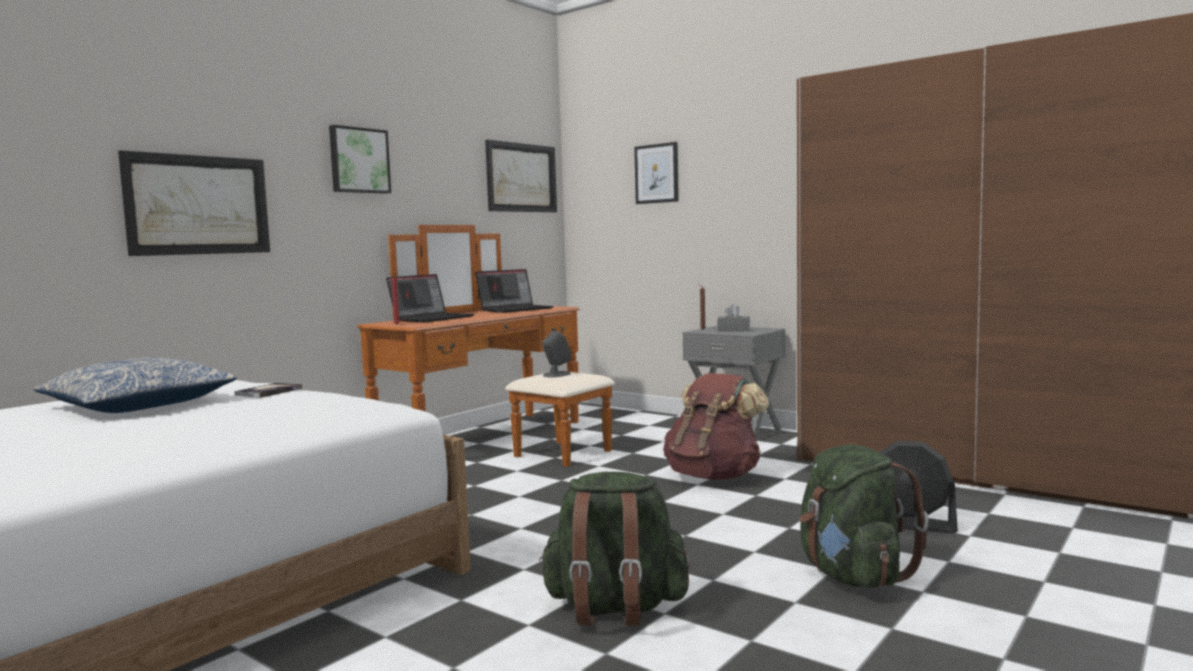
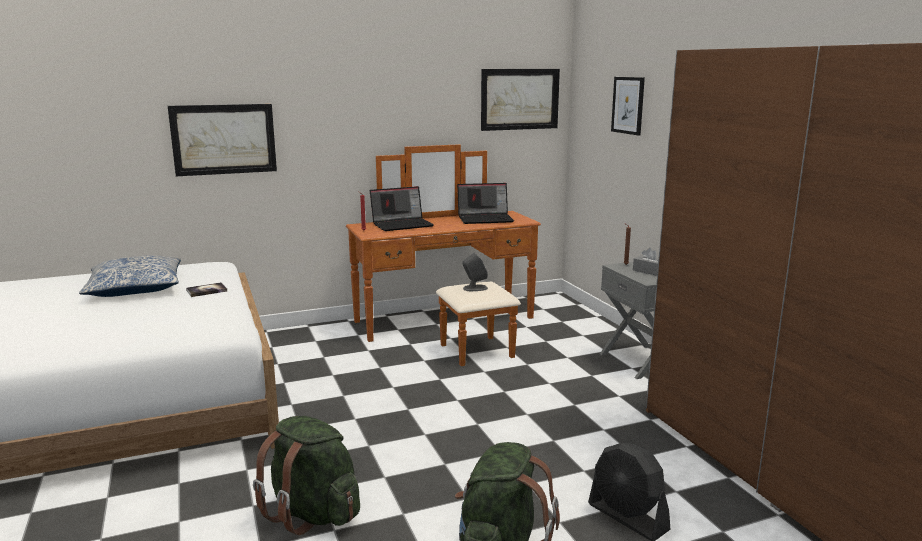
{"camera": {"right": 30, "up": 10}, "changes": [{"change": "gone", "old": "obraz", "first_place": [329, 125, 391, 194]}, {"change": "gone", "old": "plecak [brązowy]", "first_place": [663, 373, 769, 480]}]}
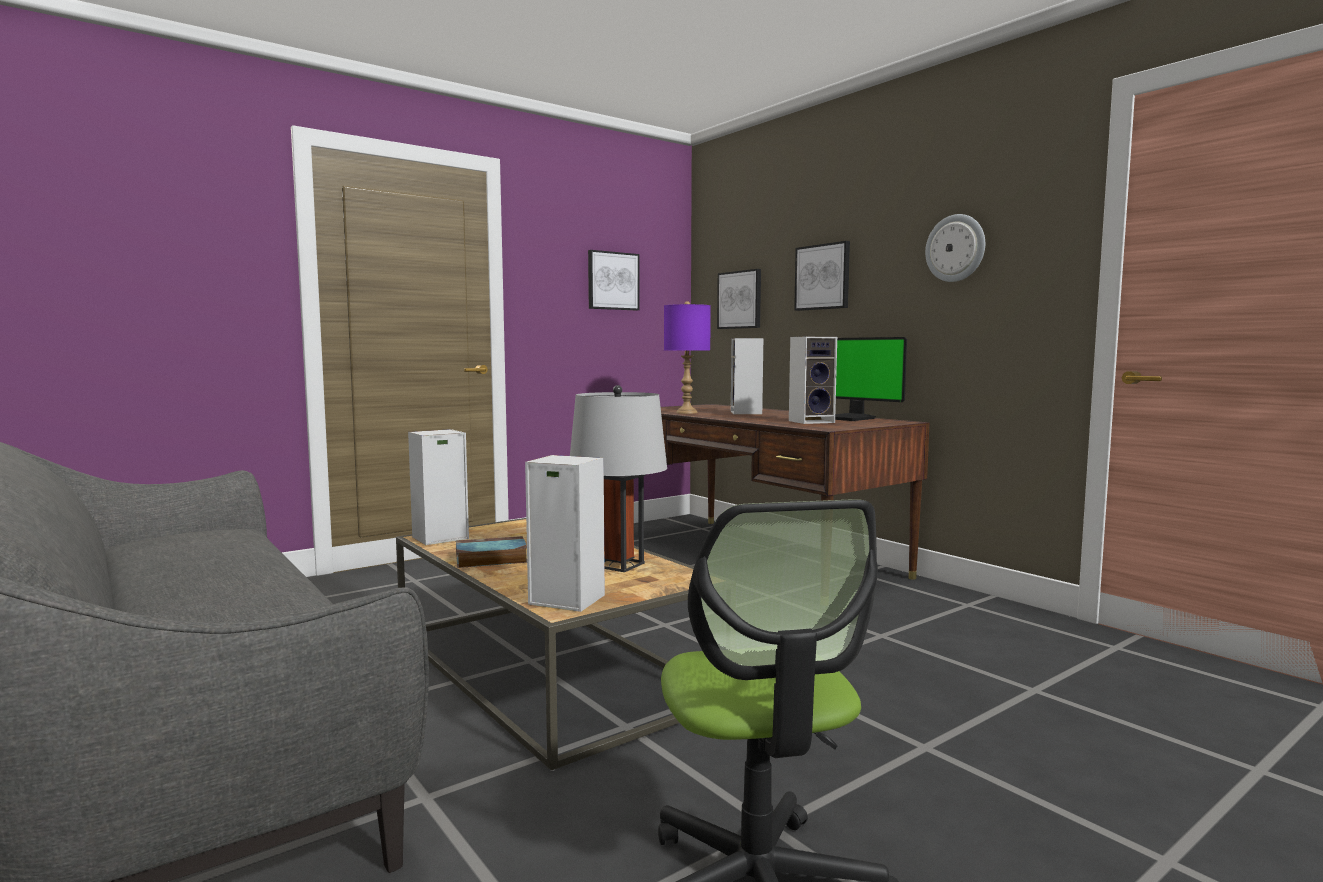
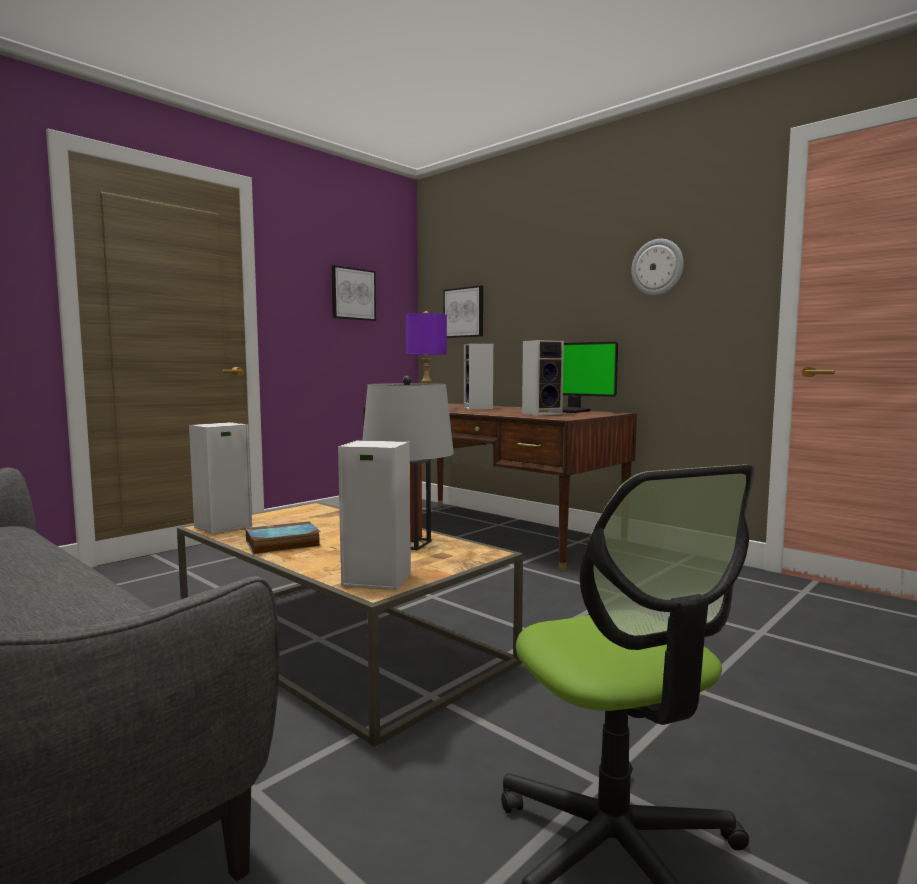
{"camera": {"right": -10, "up": 0}, "changes": [{"change": "gone", "old": "obraz", "first_place": [794, 241, 850, 311]}]}
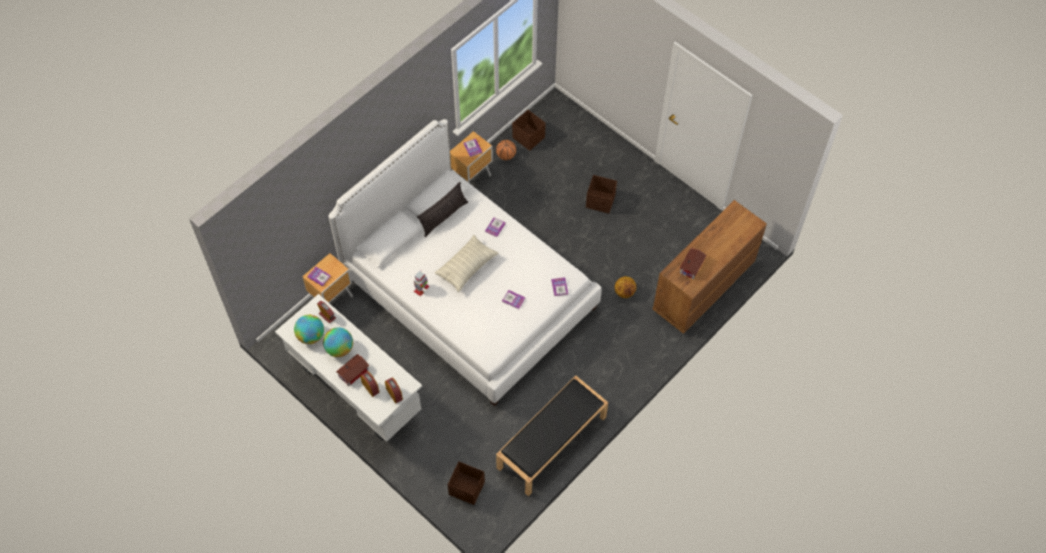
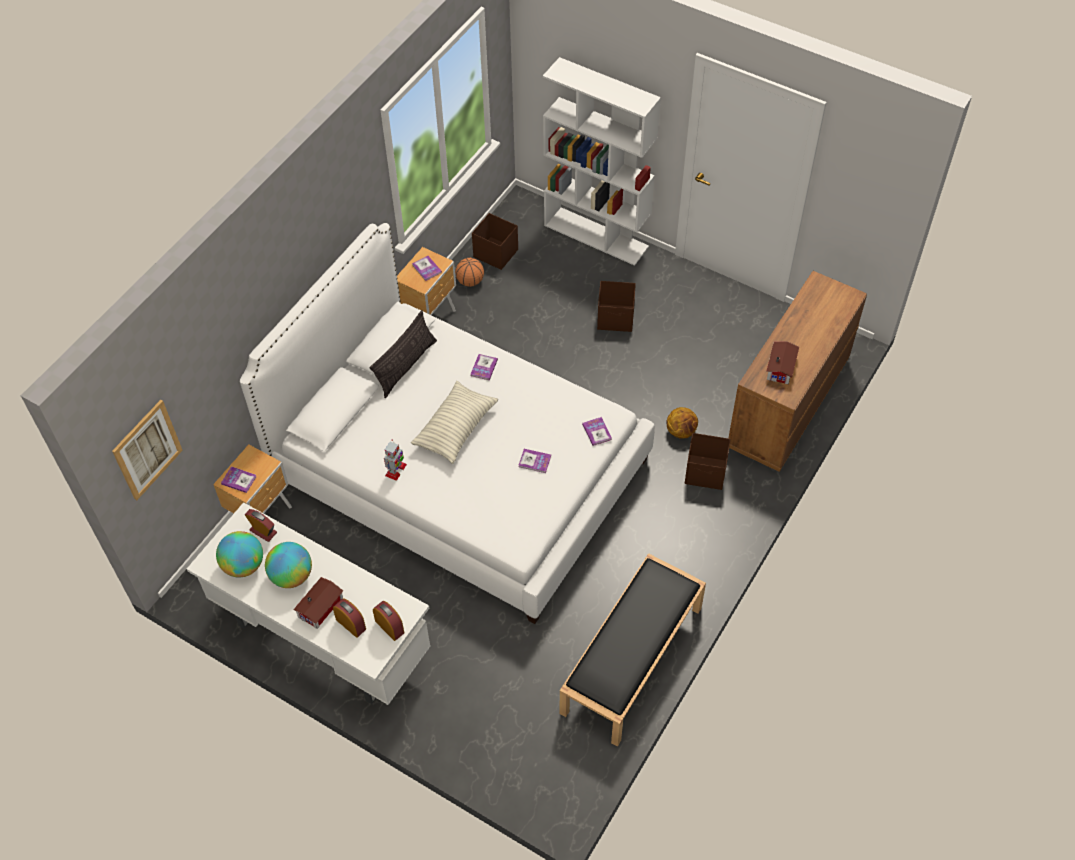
{"camera": {"right": -10, "up": -5}, "changes": [{"change": "shifted", "old": "pojemnik do przechowywania [brązowy]", "first_place": [448, 462, 485, 505], "second_place": [685, 433, 730, 490]}, {"change": "new", "new": "regał [biały]", "second_place": [543, 57, 661, 266]}, {"change": "new", "new": "obraz", "second_place": [112, 400, 183, 500]}]}
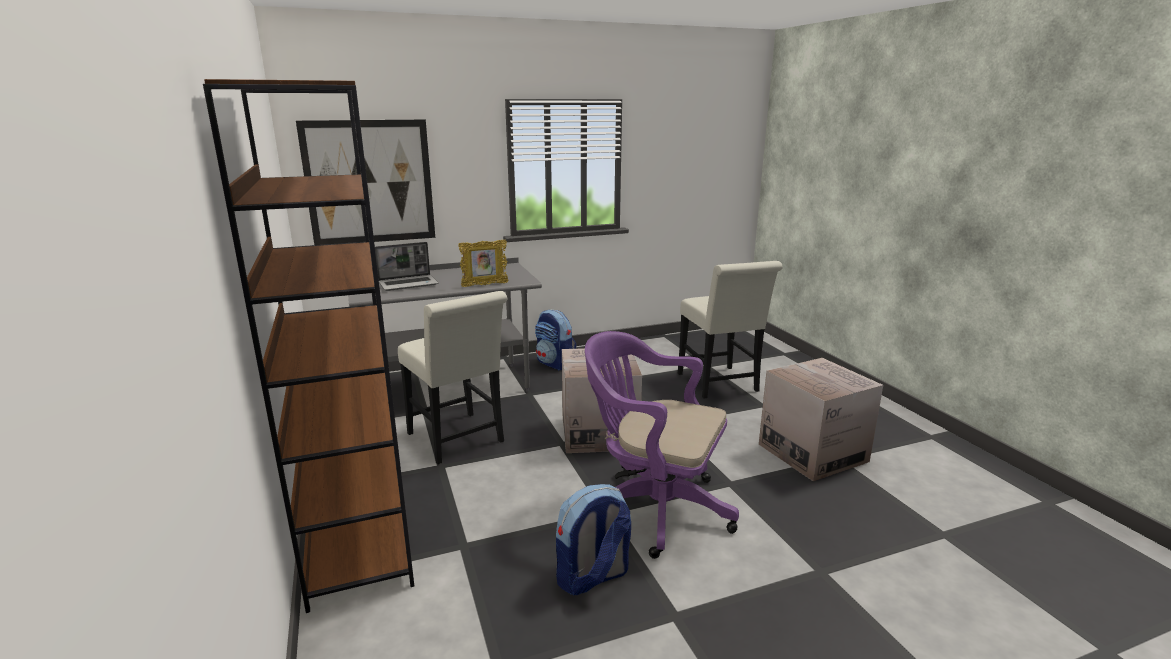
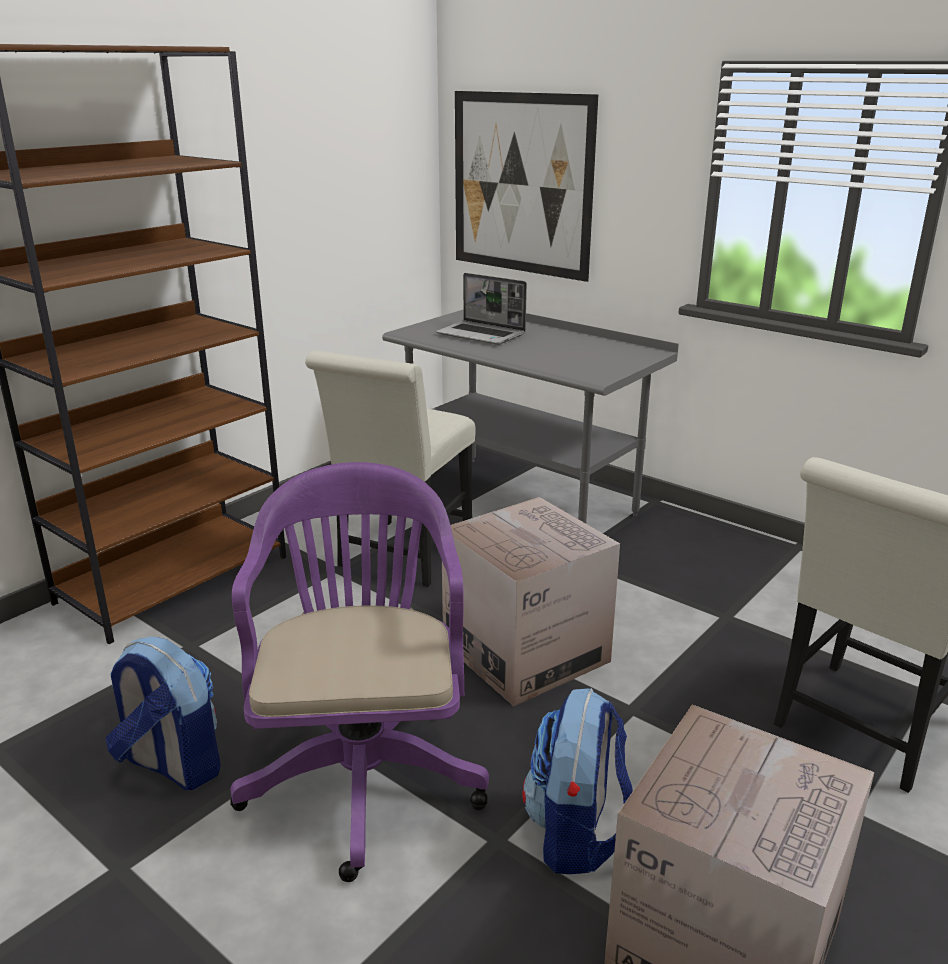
{"camera": {"right": 60, "up": 5}, "changes": [{"change": "gone", "old": "ramka na zdjęcie", "first_place": [458, 240, 508, 287]}, {"change": "shifted", "old": "plecak", "first_place": [535, 309, 576, 371], "second_place": [522, 688, 633, 874]}]}
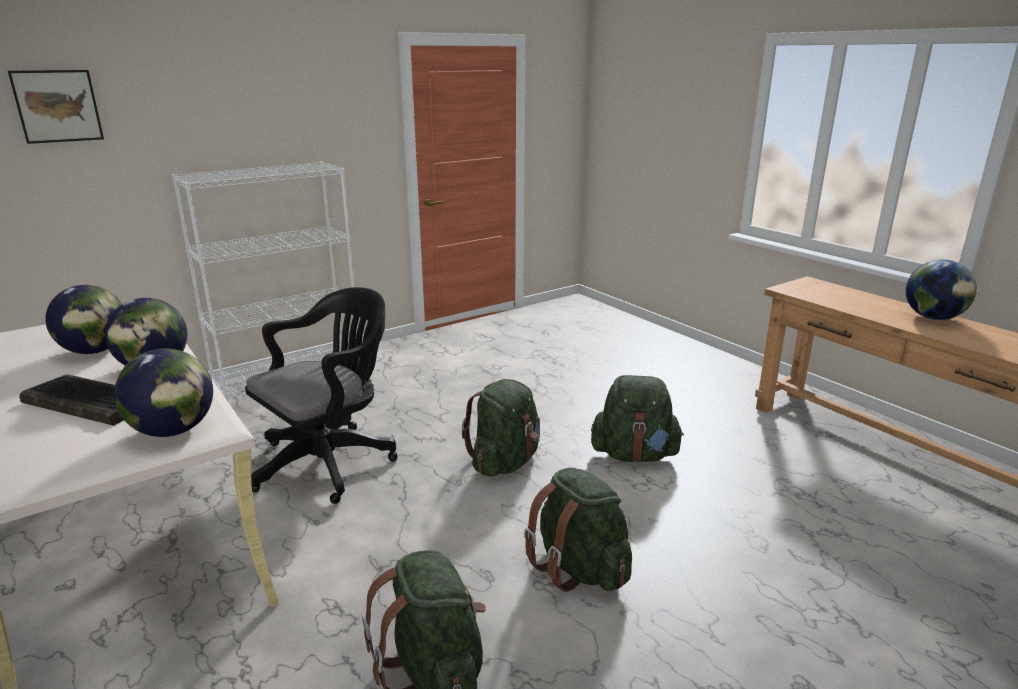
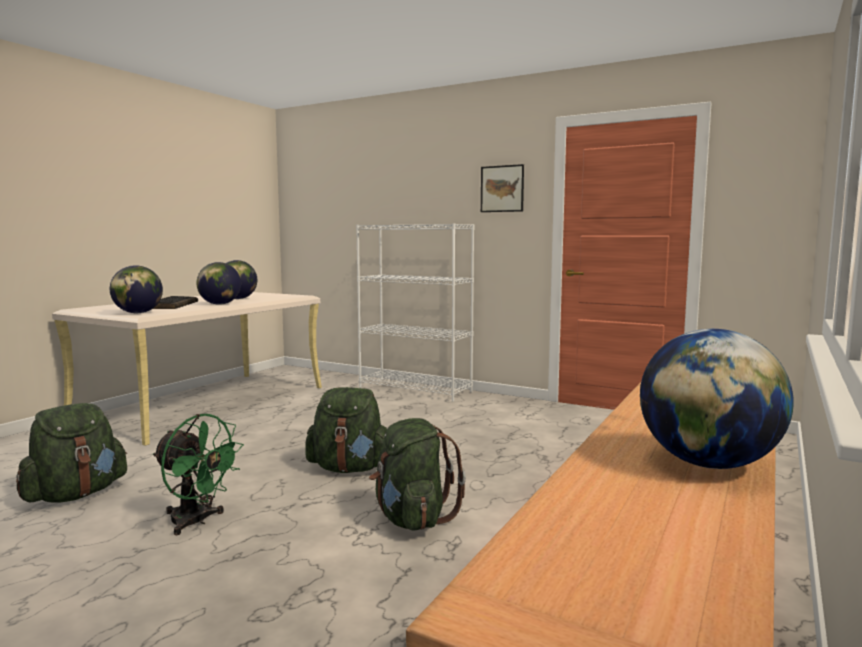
{"camera": {"right": 65, "up": -15}, "changes": [{"change": "shifted", "old": "obraz", "first_place": [8, 70, 104, 144], "second_place": [481, 164, 524, 212]}, {"change": "gone", "old": "krzesło biurowe [czarny]", "first_place": [245, 287, 398, 504]}, {"change": "swapped", "old": "plecak [zielony]", "new": "wentylator [zielony]", "first_place": [524, 468, 632, 592], "second_place": [153, 414, 244, 535]}]}
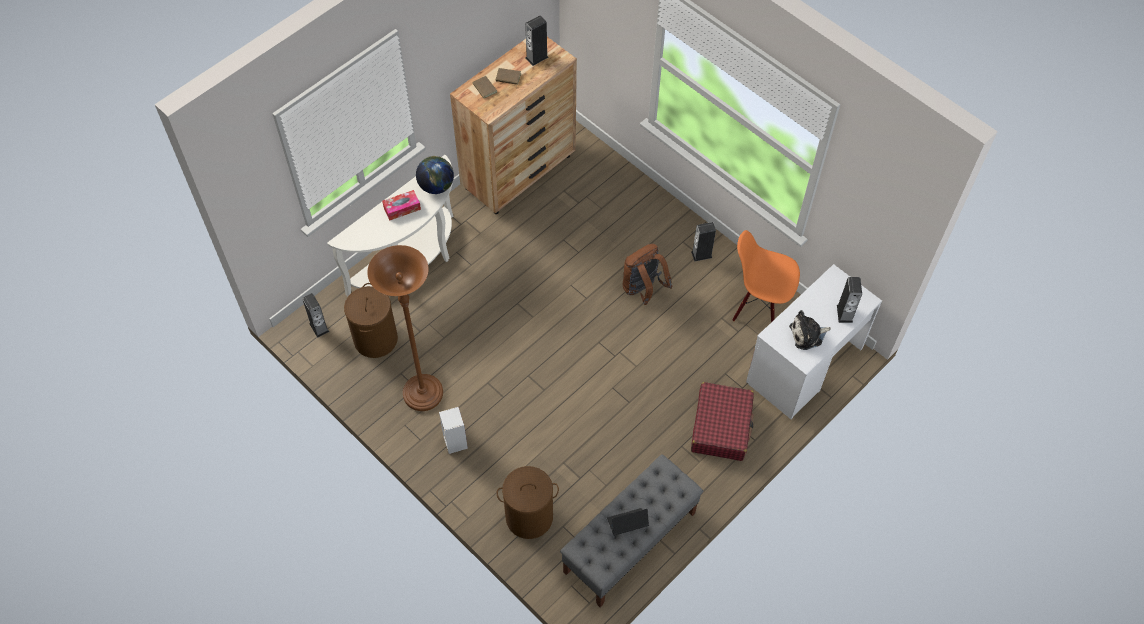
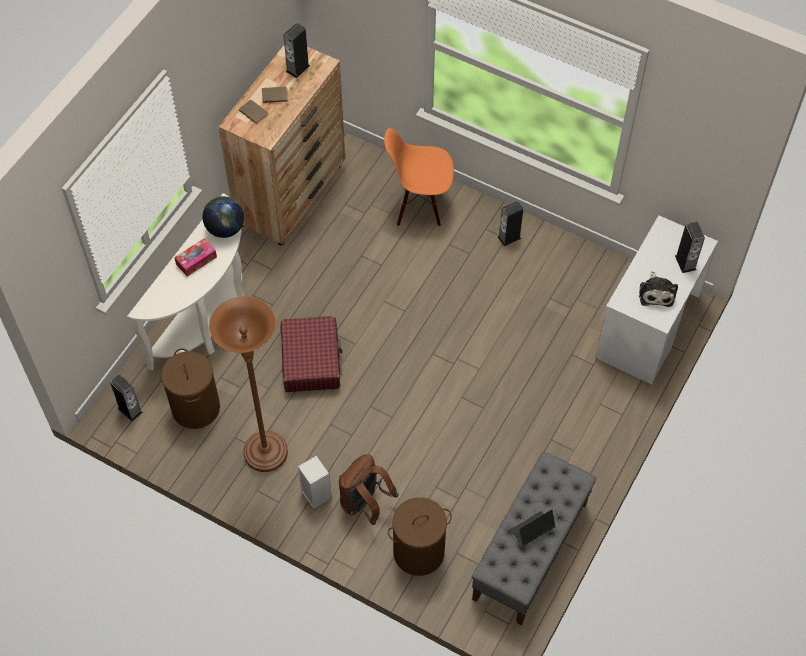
{"camera": {"right": -15, "up": 0}, "changes": [{"change": "shifted", "old": "krzesło [pomarańczowy]", "first_place": [733, 230, 800, 322], "second_place": [384, 128, 454, 227]}, {"change": "shifted", "old": "plecak [brązowy]", "first_place": [623, 244, 673, 305], "second_place": [339, 454, 399, 525]}, {"change": "rotated", "old": "pluszak", "first_place": [789, 310, 831, 350], "second_place": [639, 271, 678, 307], "degrees": -60}, {"change": "shifted", "old": "walizka [czerwony]", "first_place": [691, 382, 754, 461], "second_place": [281, 316, 342, 392]}]}
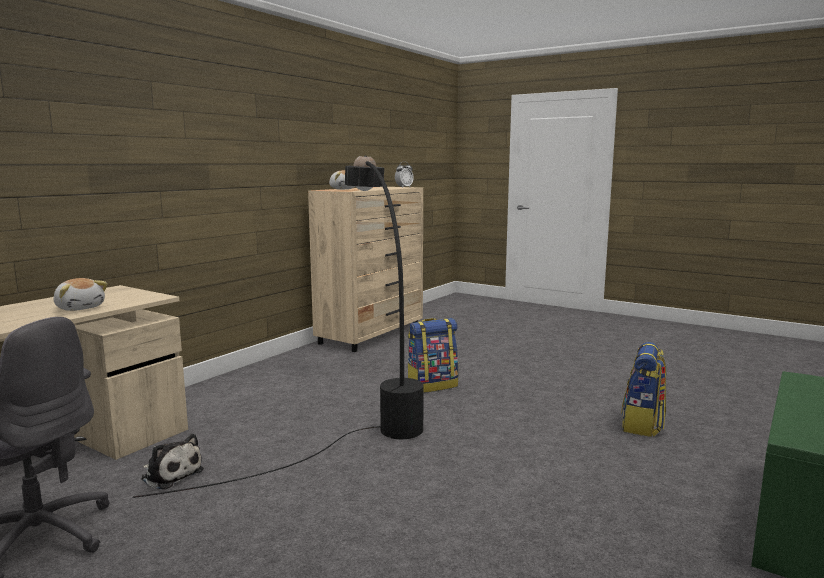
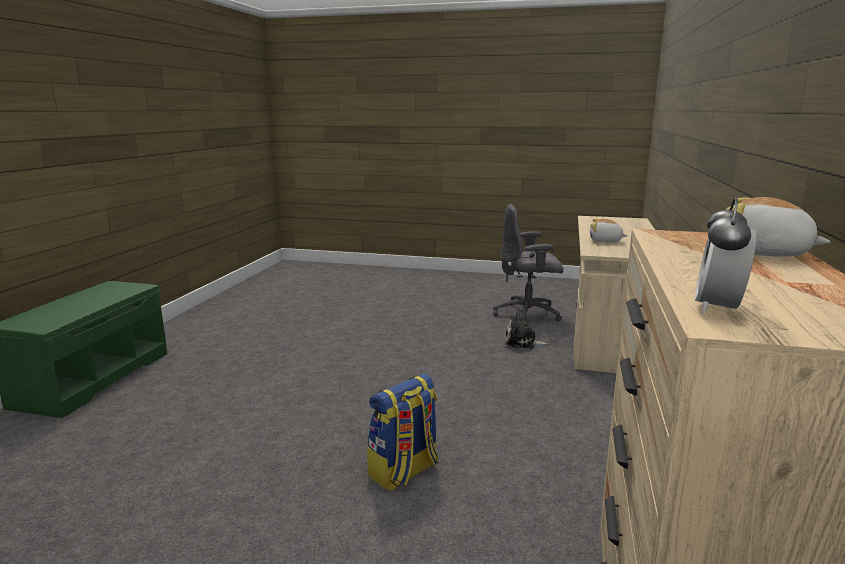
{"camera": {"right": 160, "up": 5}, "changes": [{"change": "gone", "old": "lampa stojąca [czarny]", "first_place": [133, 155, 423, 498]}, {"change": "gone", "old": "plecak", "first_place": [621, 342, 666, 437]}]}
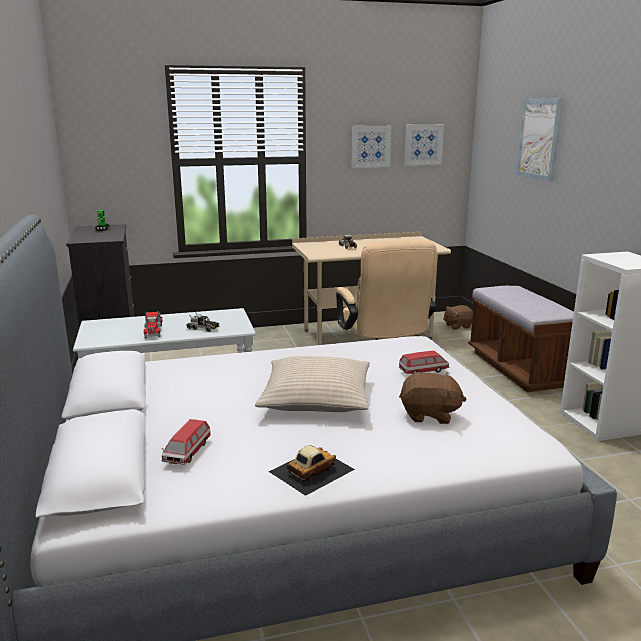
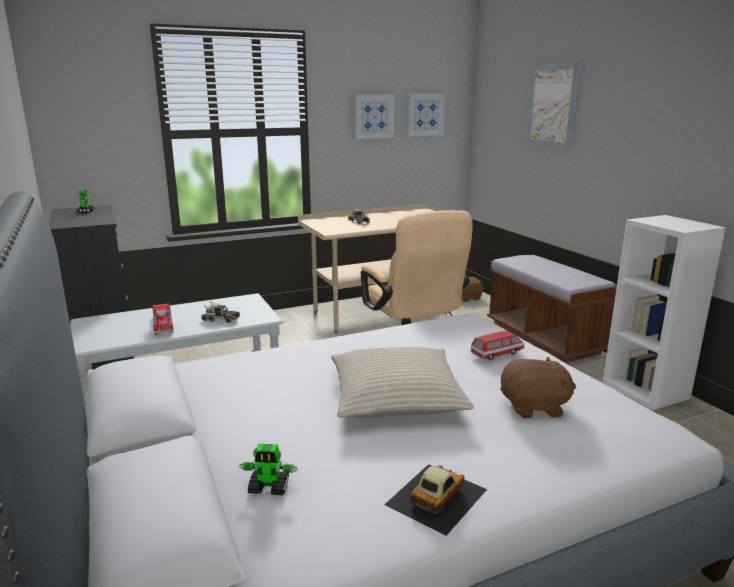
{"camera": {"right": -10, "up": 0}, "changes": [{"change": "swapped", "old": "samochodzik", "new": "robot zabawkowy", "first_place": [161, 419, 211, 465], "second_place": [239, 444, 298, 495]}]}
